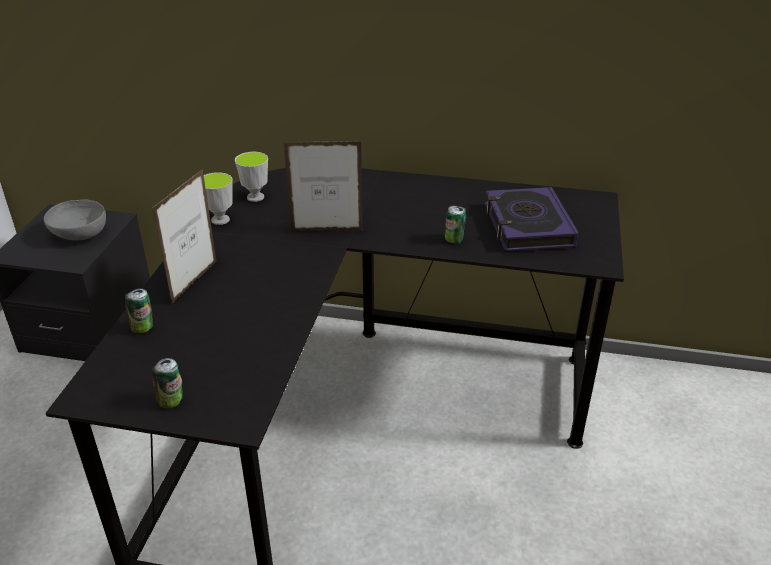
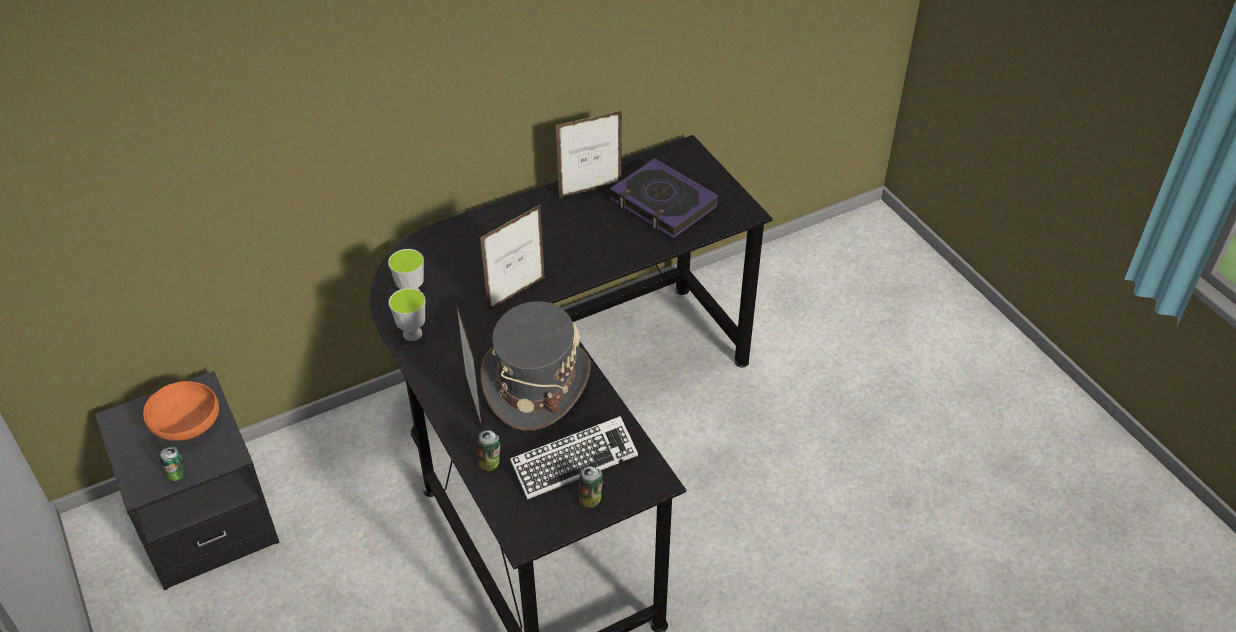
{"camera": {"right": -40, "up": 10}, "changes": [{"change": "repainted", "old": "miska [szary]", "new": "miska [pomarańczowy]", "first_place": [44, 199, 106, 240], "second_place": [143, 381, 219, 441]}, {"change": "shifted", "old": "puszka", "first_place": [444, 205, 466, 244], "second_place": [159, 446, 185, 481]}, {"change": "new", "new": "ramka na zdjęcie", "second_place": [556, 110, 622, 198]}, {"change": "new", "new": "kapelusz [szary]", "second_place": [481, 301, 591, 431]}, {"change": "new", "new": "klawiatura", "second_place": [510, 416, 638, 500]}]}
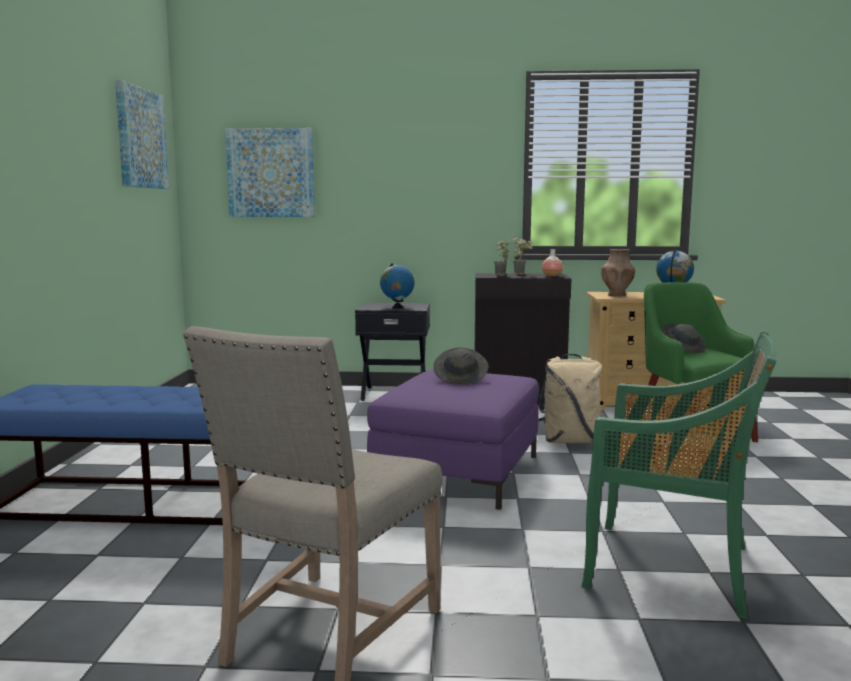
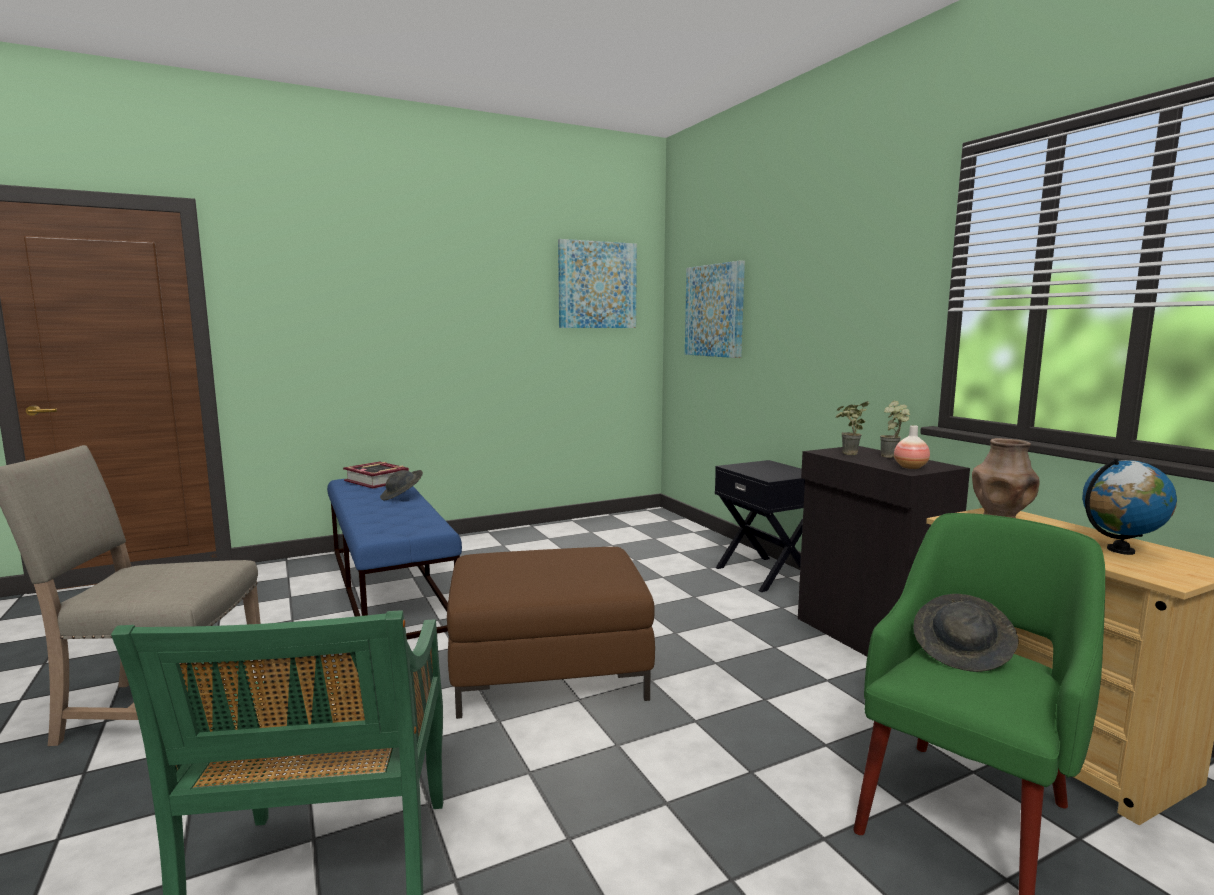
{"camera": {"right": 60, "up": 0}, "changes": [{"change": "gone", "old": "globus", "first_place": [380, 263, 414, 308]}, {"change": "shifted", "old": "kapelusz [szary]", "first_place": [433, 347, 489, 385], "second_place": [380, 470, 423, 500]}, {"change": "gone", "old": "plecak [beżowy]", "first_place": [538, 354, 602, 443]}, {"change": "repainted", "old": "pufa [fioletowy]", "new": "pufa [brązowy]", "first_place": [367, 370, 539, 510], "second_place": [447, 547, 655, 719]}, {"change": "new", "new": "książka", "second_place": [343, 461, 409, 489]}]}
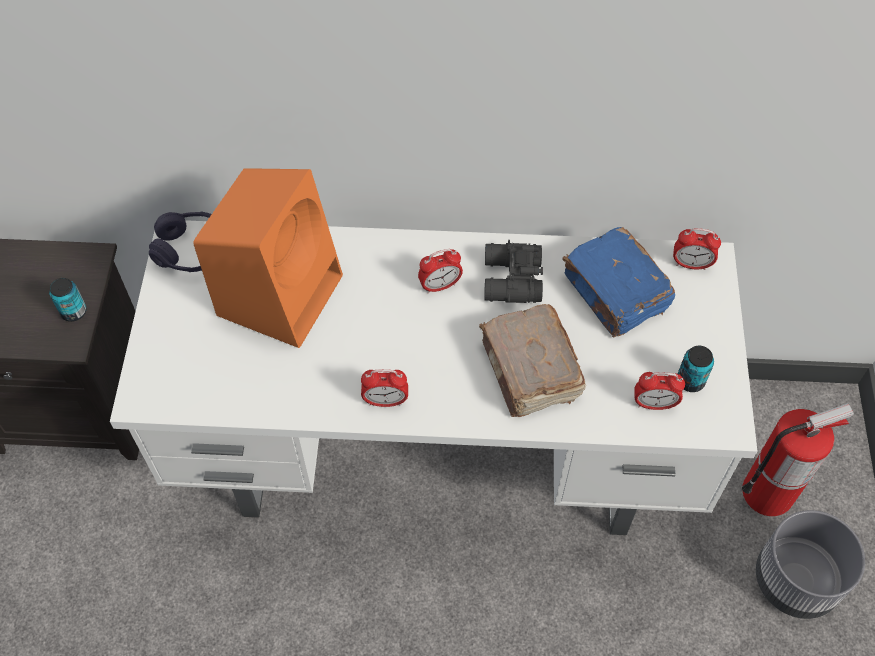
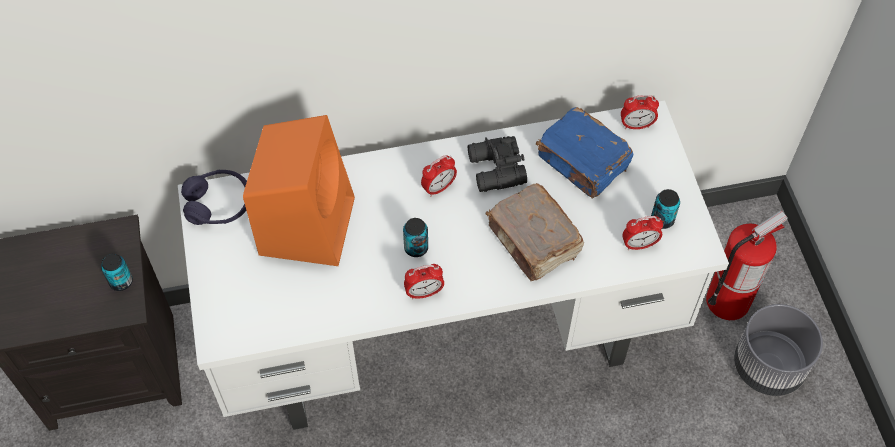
{"camera": {"right": -15, "up": 0}, "changes": [{"change": "new", "new": "puszka", "second_place": [403, 218, 428, 257]}]}
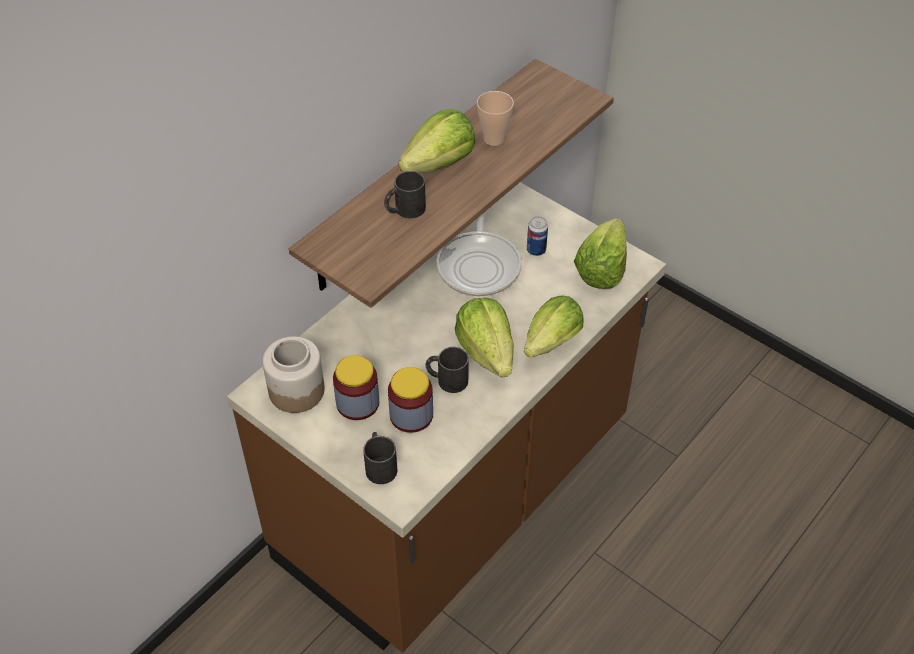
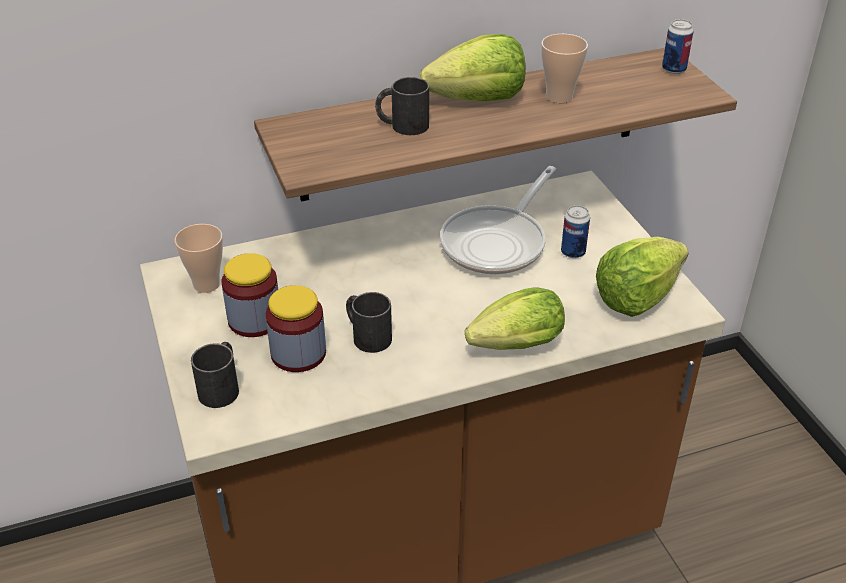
{"camera": {"right": 30, "up": -10}, "changes": [{"change": "gone", "old": "sałata", "first_place": [455, 298, 514, 378]}, {"change": "swapped", "old": "słoik", "new": "filiżanka", "first_place": [262, 336, 325, 413], "second_place": [174, 224, 223, 293]}, {"change": "new", "new": "puszka", "second_place": [662, 19, 693, 74]}]}
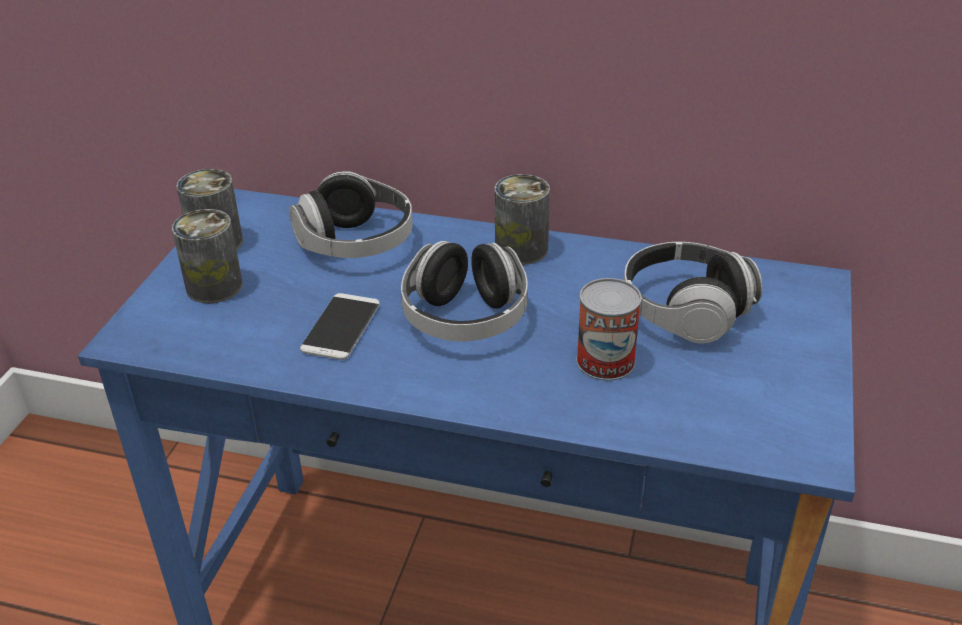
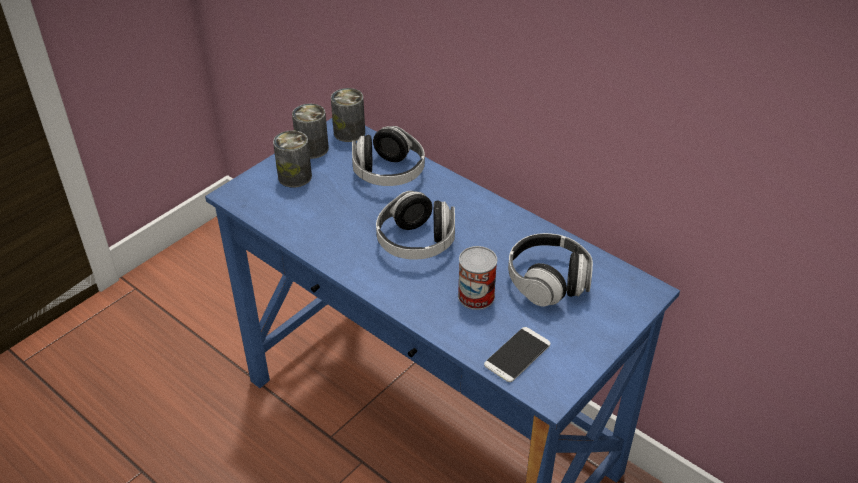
{"camera": {"right": 25, "up": 5}, "changes": [{"change": "shifted", "old": "puszka", "first_place": [495, 174, 550, 265], "second_place": [331, 88, 365, 142]}, {"change": "shifted", "old": "telefon", "first_place": [300, 293, 380, 360], "second_place": [484, 327, 551, 382]}]}
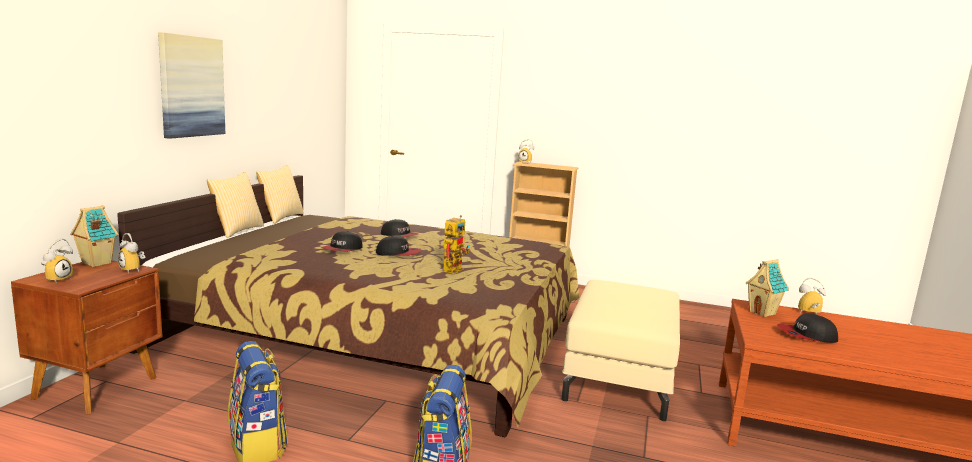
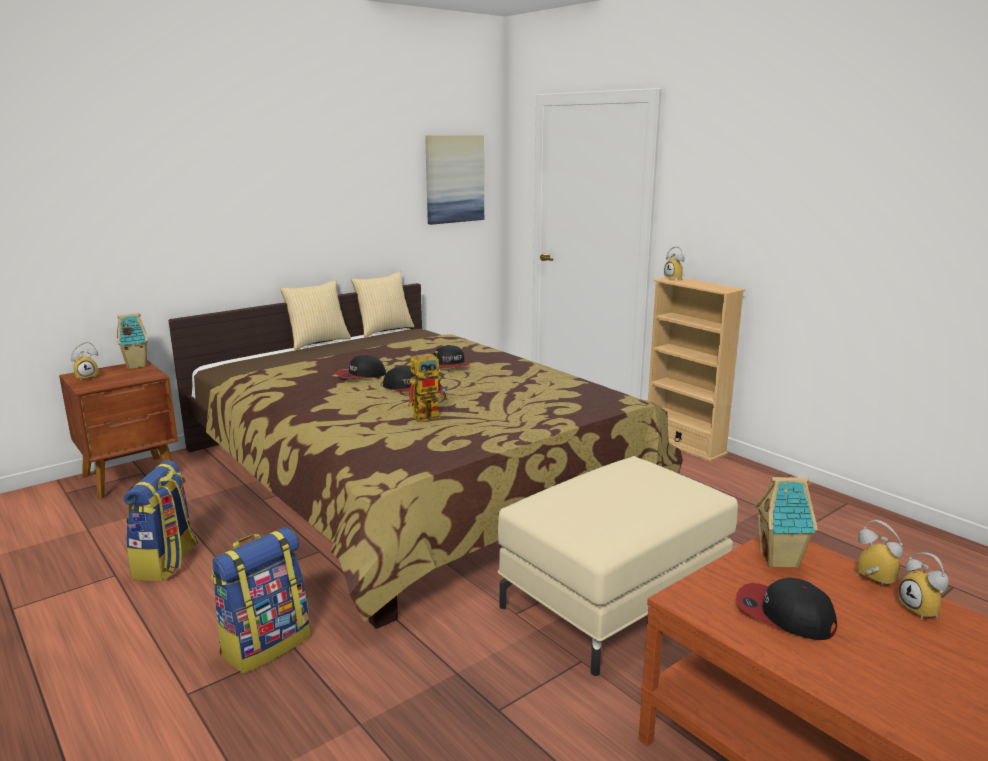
{"camera": {"right": 35, "up": 5}, "changes": [{"change": "shifted", "old": "obraz", "first_place": [158, 32, 225, 139], "second_place": [425, 135, 484, 225]}, {"change": "shifted", "old": "budzik", "first_place": [118, 233, 146, 273], "second_place": [898, 552, 949, 620]}]}
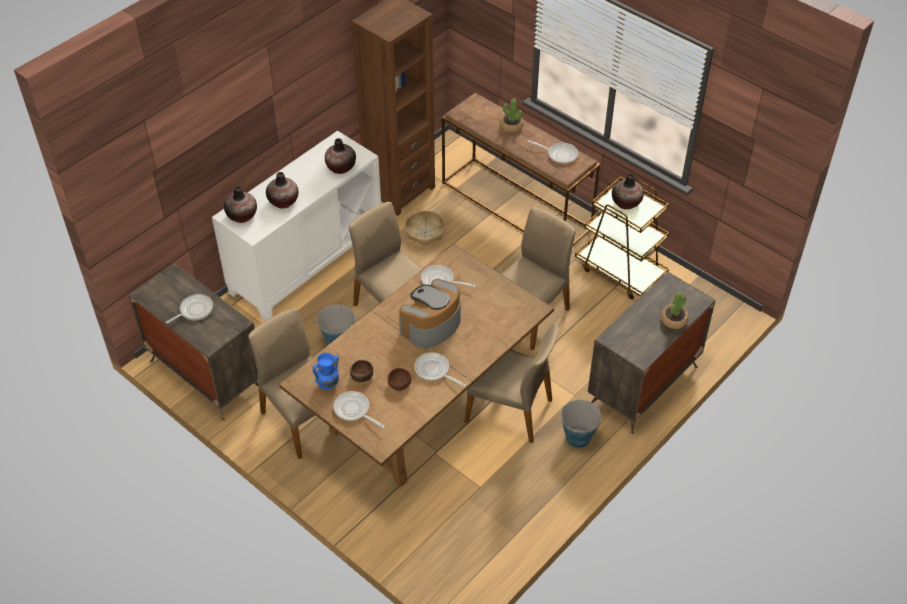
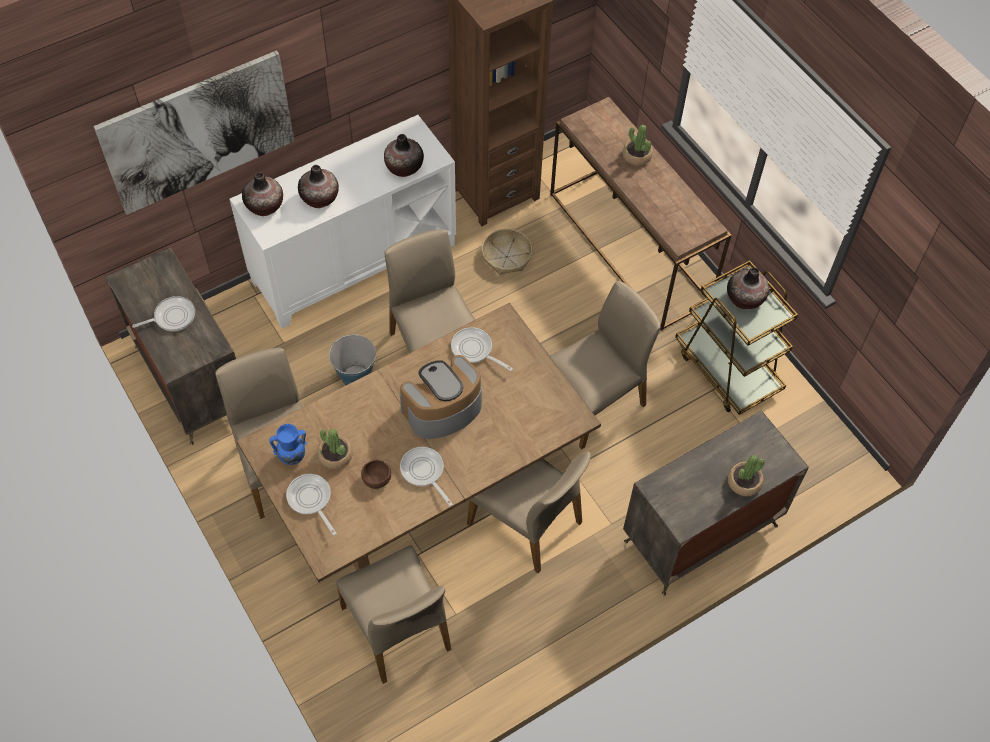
{"camera": {"right": 15, "up": 10}, "changes": [{"change": "gone", "old": "patelnia", "first_place": [528, 140, 578, 164]}, {"change": "swapped", "old": "miska [brązowy]", "new": "roślina doniczkowa", "first_place": [350, 360, 373, 382], "second_place": [318, 429, 353, 469]}, {"change": "gone", "old": "wiadro", "first_place": [561, 400, 602, 448]}, {"change": "new", "new": "obraz", "second_place": [94, 50, 294, 215]}, {"change": "new", "new": "krzesło [beżowy]", "second_place": [336, 545, 451, 684]}]}
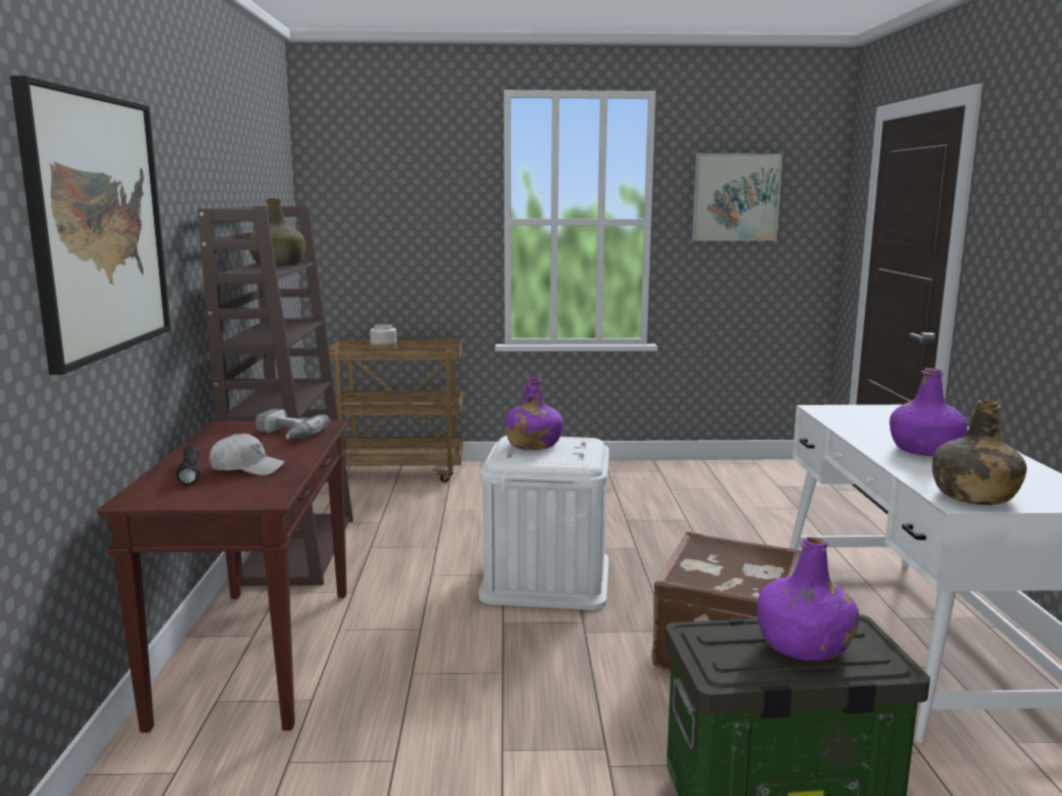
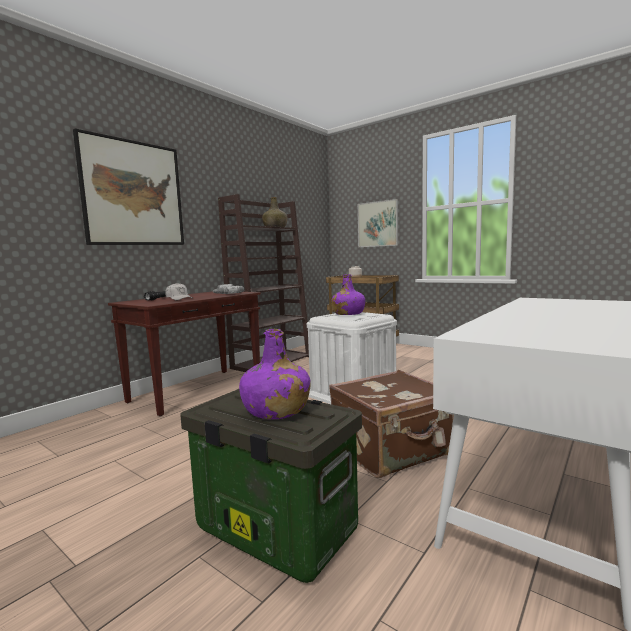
{"camera": {"right": 40, "up": -5}, "changes": [{"change": "shifted", "old": "obraz", "first_place": [692, 153, 783, 241], "second_place": [358, 199, 398, 247]}, {"change": "gone", "old": "butelka [fioletowy]", "first_place": [890, 368, 968, 456]}, {"change": "gone", "old": "butelka [zielony]", "first_place": [932, 400, 1027, 505]}]}
